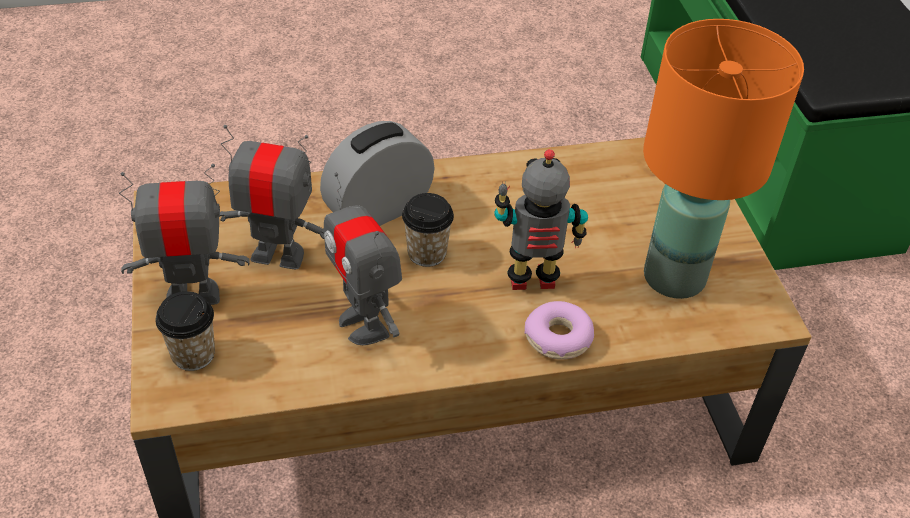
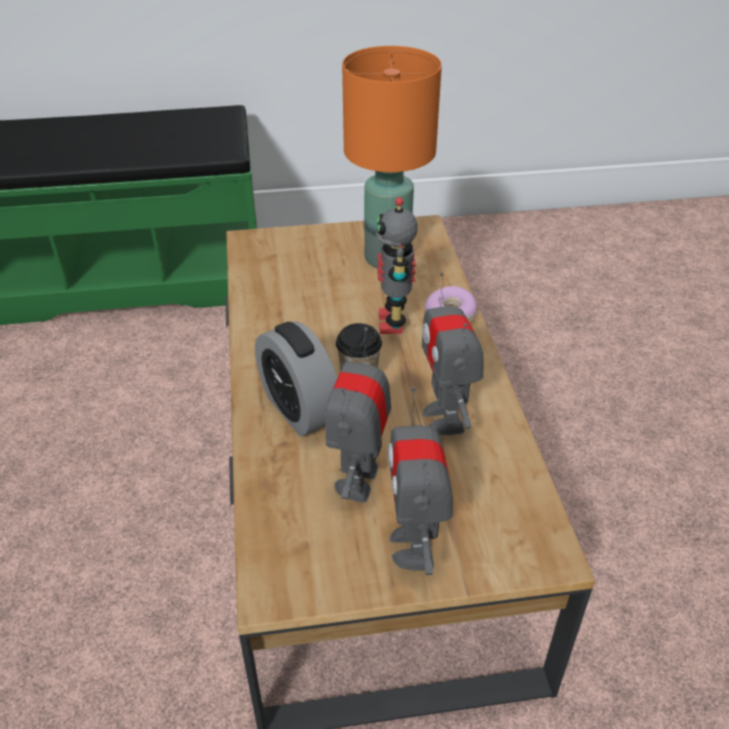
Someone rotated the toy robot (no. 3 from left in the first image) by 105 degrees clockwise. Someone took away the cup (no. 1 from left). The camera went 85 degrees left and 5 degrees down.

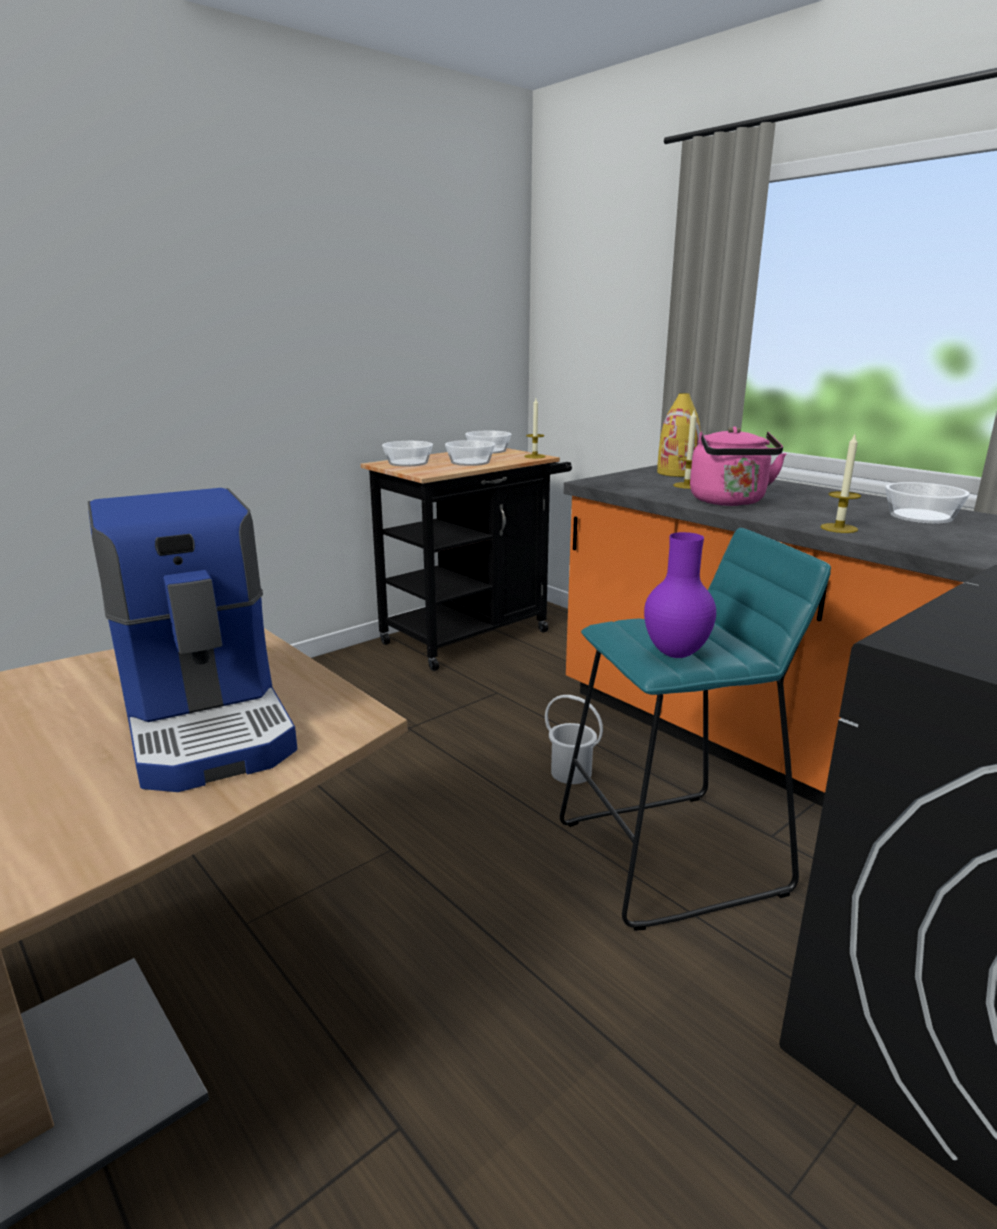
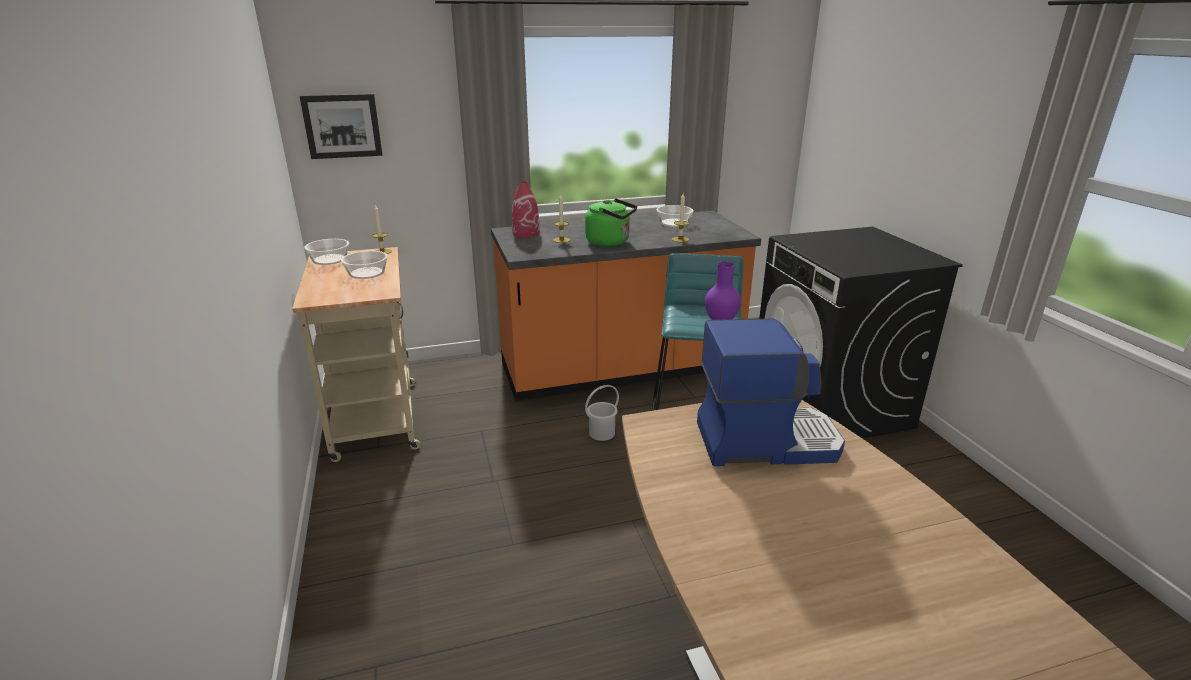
Someone repainted the cart in black, which became the cart in beige. Someone put up the picture. Someone repainted the vase in yellow, which became the vase in red. Someone repainted the kettle in pink, which became the kettle in green. Someone took away the bowl (no. 1 from left). The camera went 65 degrees left and 5 degrees up.

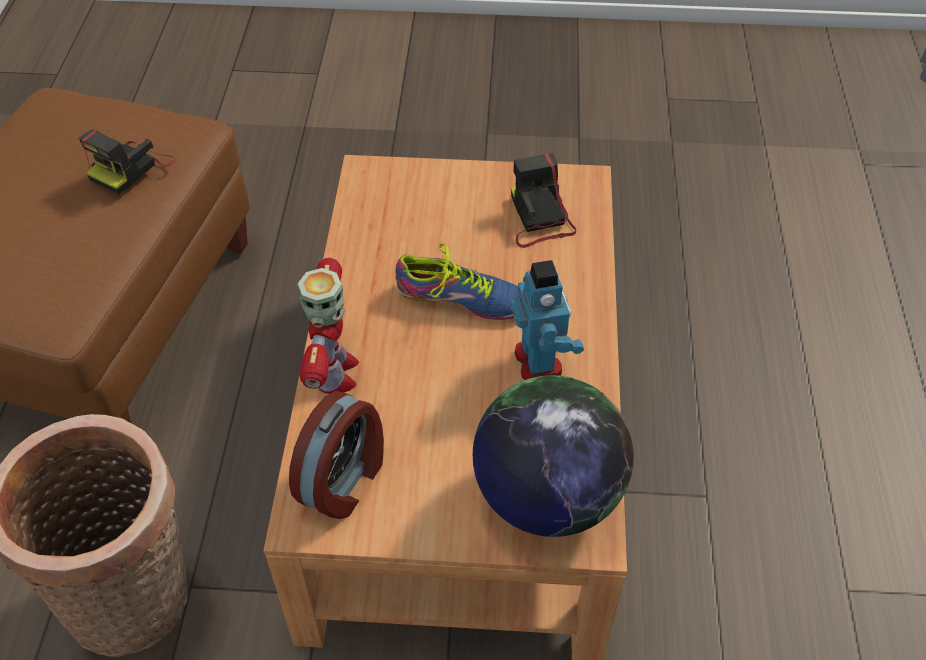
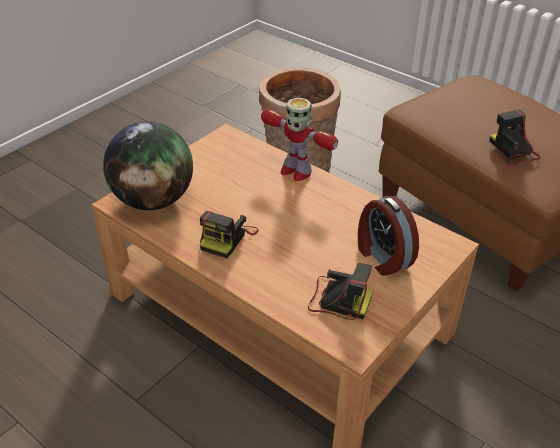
Someone swapped the toy robot (no. 2 from left) for the photo camera (no. 1 from left). Someone carried the alarm clock. Someone took away the shoe. The camera went 125 degrees right and 10 degrees down.

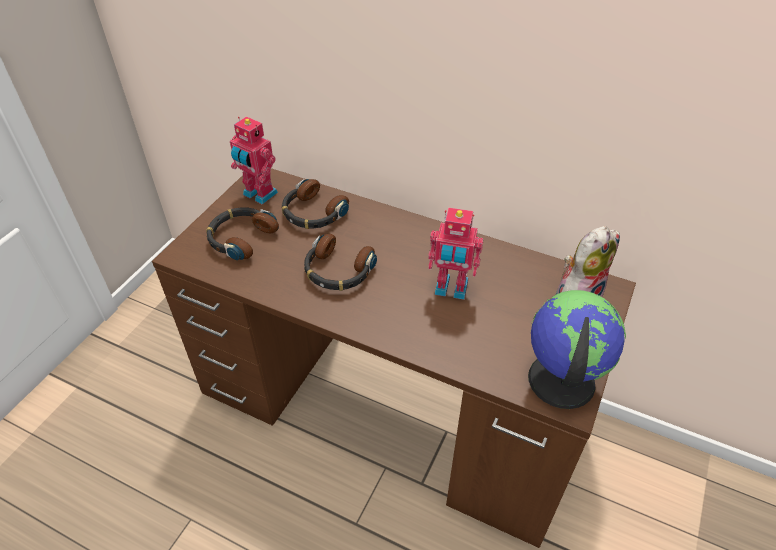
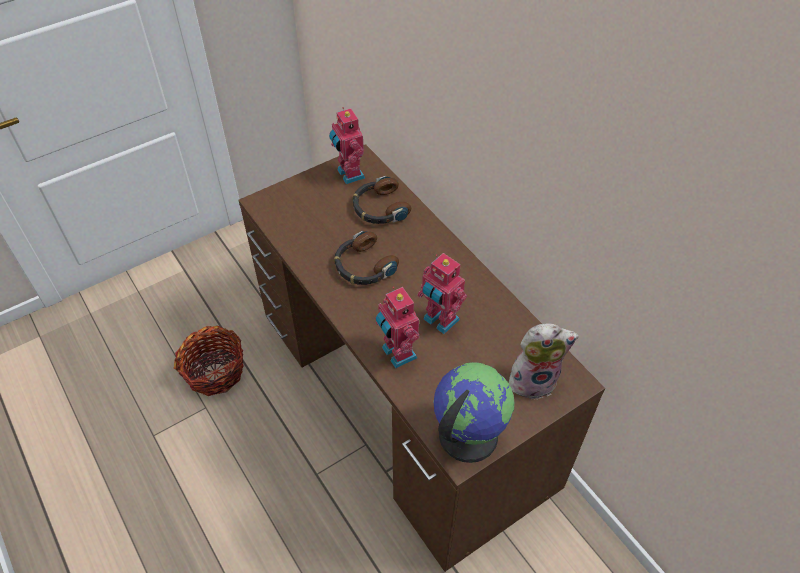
Someone put down the basket. Someone put down the toy robot (no. 2 from left). Someone took away the headphones (no. 1 from left). The camera went 30 degrees right and 5 degrees up.

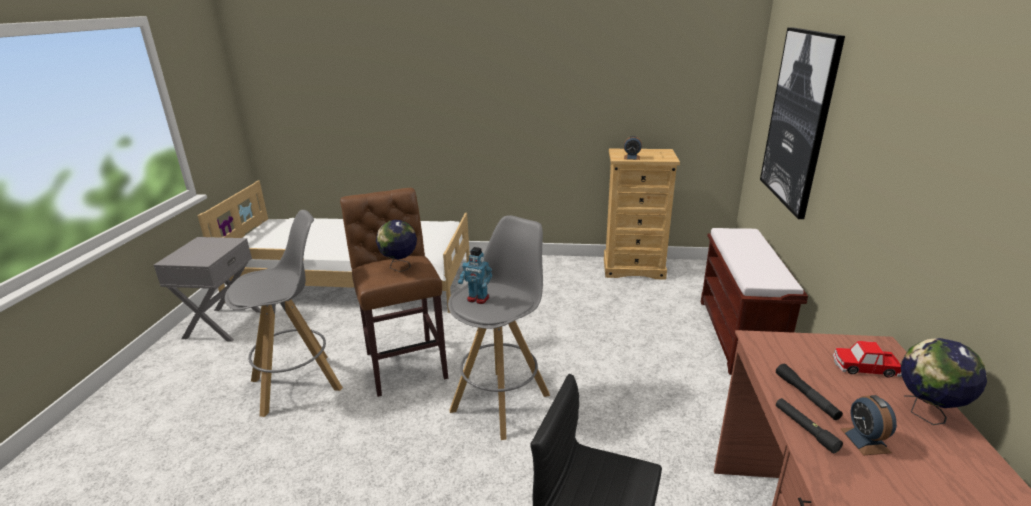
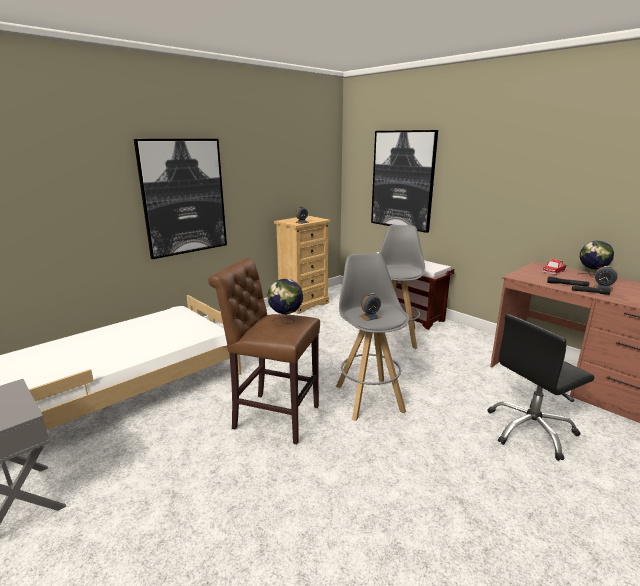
Someone put up the picture (no. 1 from left). Someone swapped the toy robot for the alarm clock (no. 2 from left). Someone carried the stool in grey (no. 1 from left in the first image). The camera went 50 degrees left and 5 degrees down.

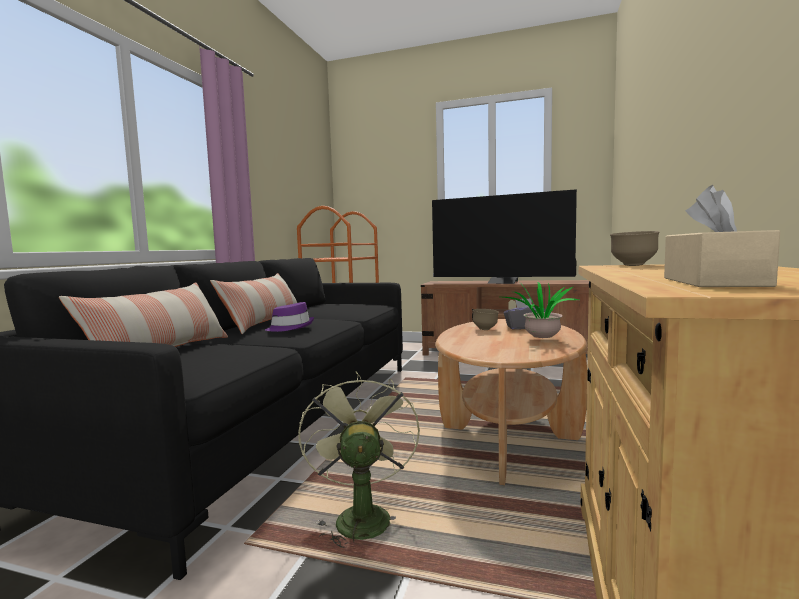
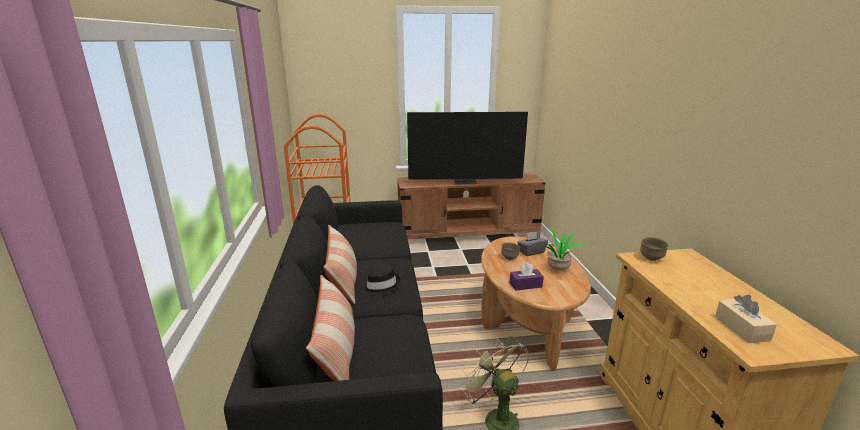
Someone repainted the hat in purple, which became the hat in black. Someone put down the tissue box in purple. The camera went 25 degrees left and 15 degrees up.

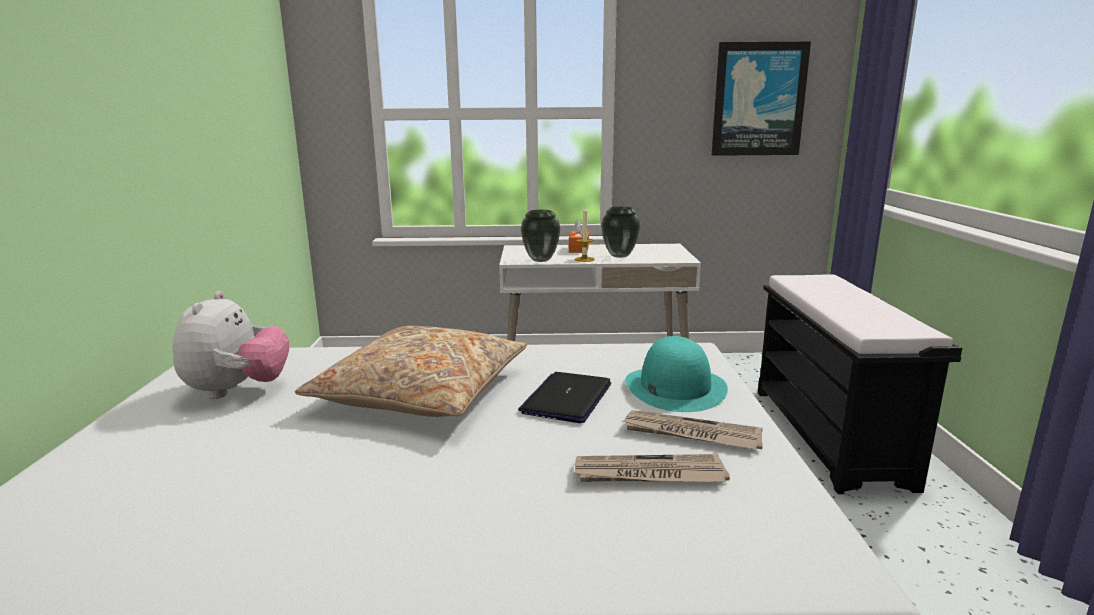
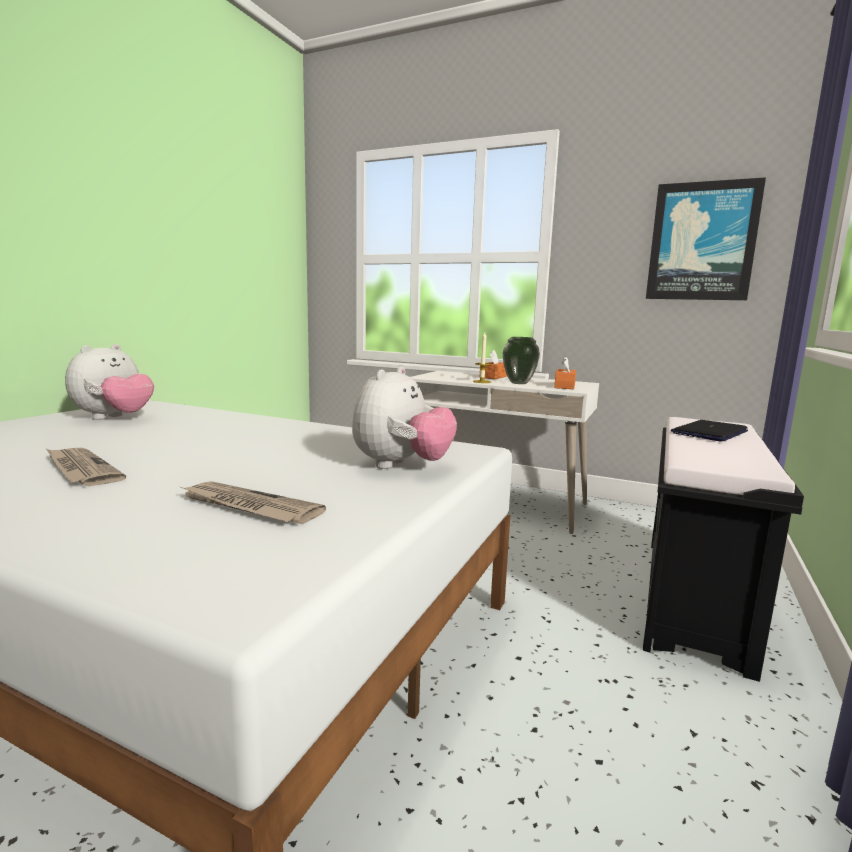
Someone carried the newspaper (no. 2 from left in the first image). Someone swapped the hat in turquoise for the plush toy (no. 2 from left). Someone put down the tissue box in orange (no. 2 from left). Someone carried the laptop. Someone took away the pillow in beige. Someone took away the vase (no. 1 from left). The camera went 25 degrees right and 5 degrees down.

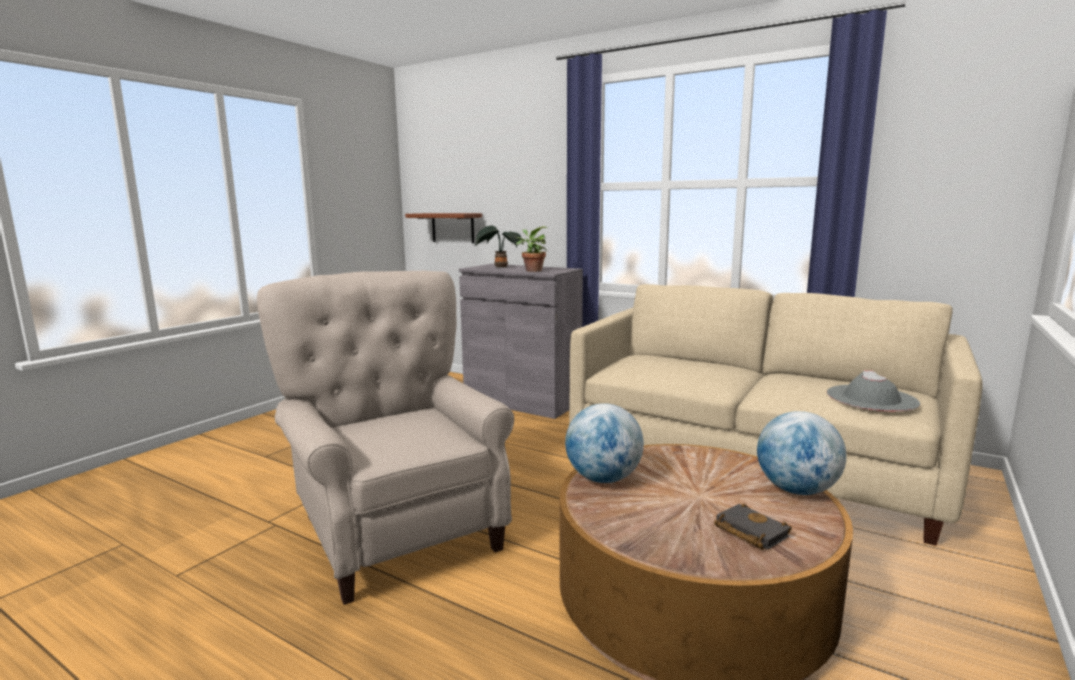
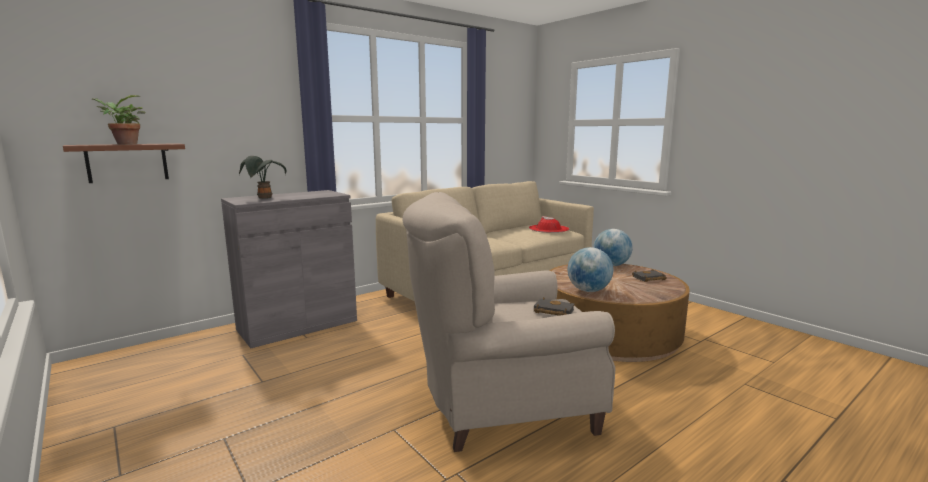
Someone carried the potted plant (no. 2 from left in the first image). Someone repainted the hat in grey, which became the hat in red. Someone put down the book in black (no. 1 from left). The camera went 70 degrees left and 0 degrees up.

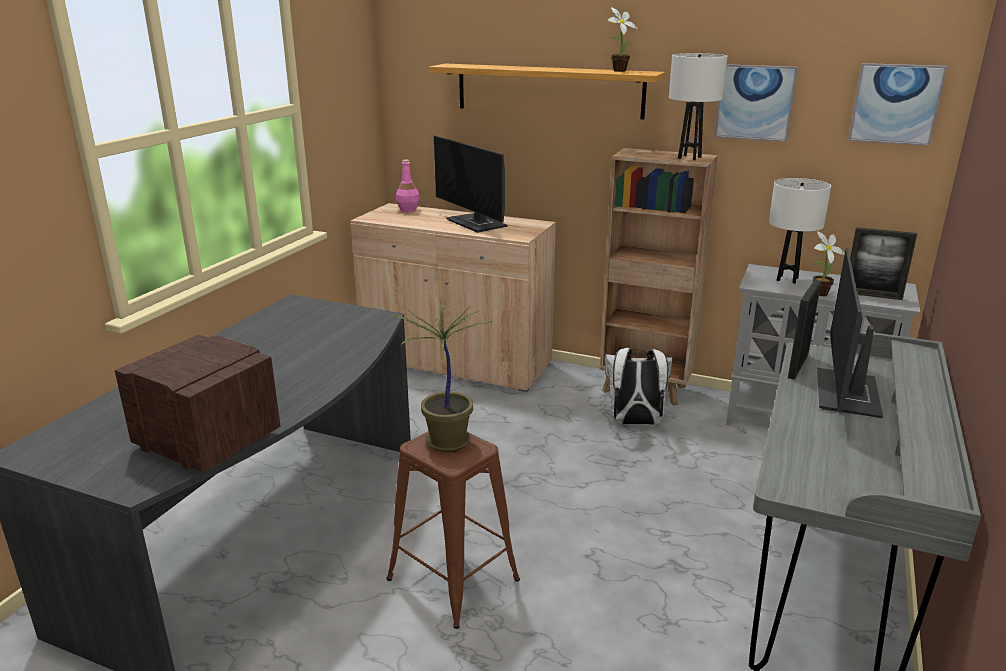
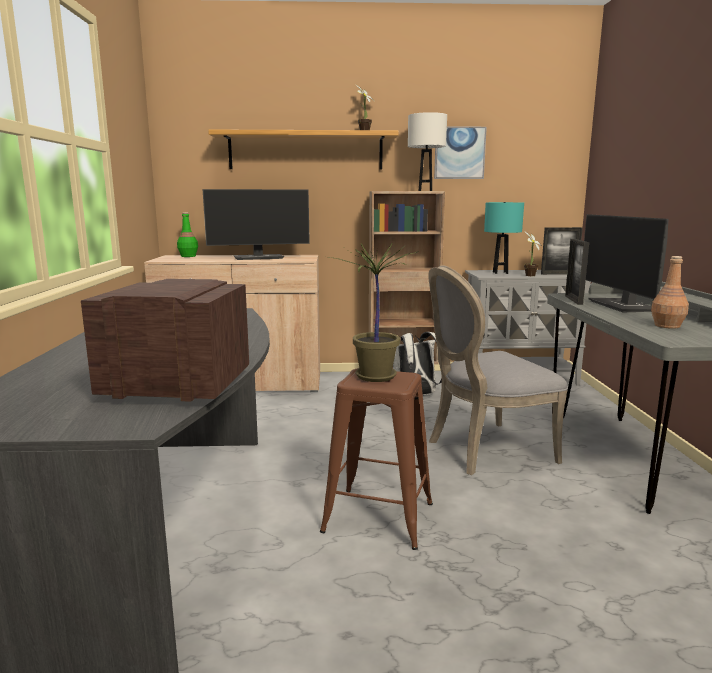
Someone repainted the bottle in pink, which became the bottle in green. Someone rotated the monitor (no. 1 from left) by 45 degrees counterclockwise. Someone put down the chair in grey. Someone repainted the table lamp in white (no. 2 from left), which became the table lamp in turquoise. Someone put down the bottle in brown. Someone took away the picture (no. 2 from left). The camera went 25 degrees left and 10 degrees down.

